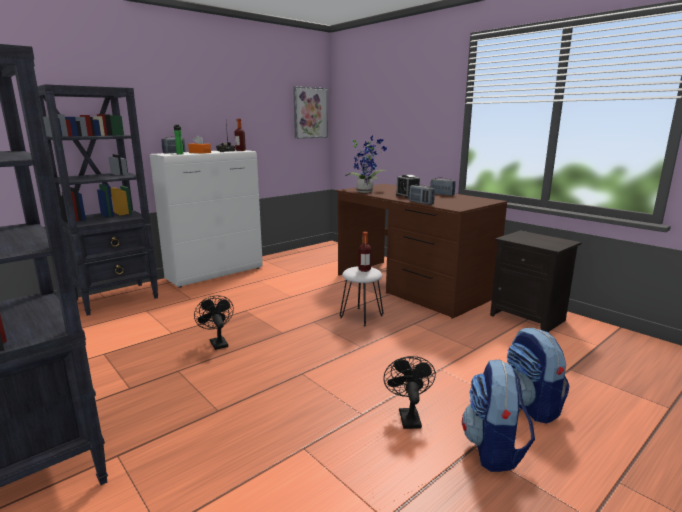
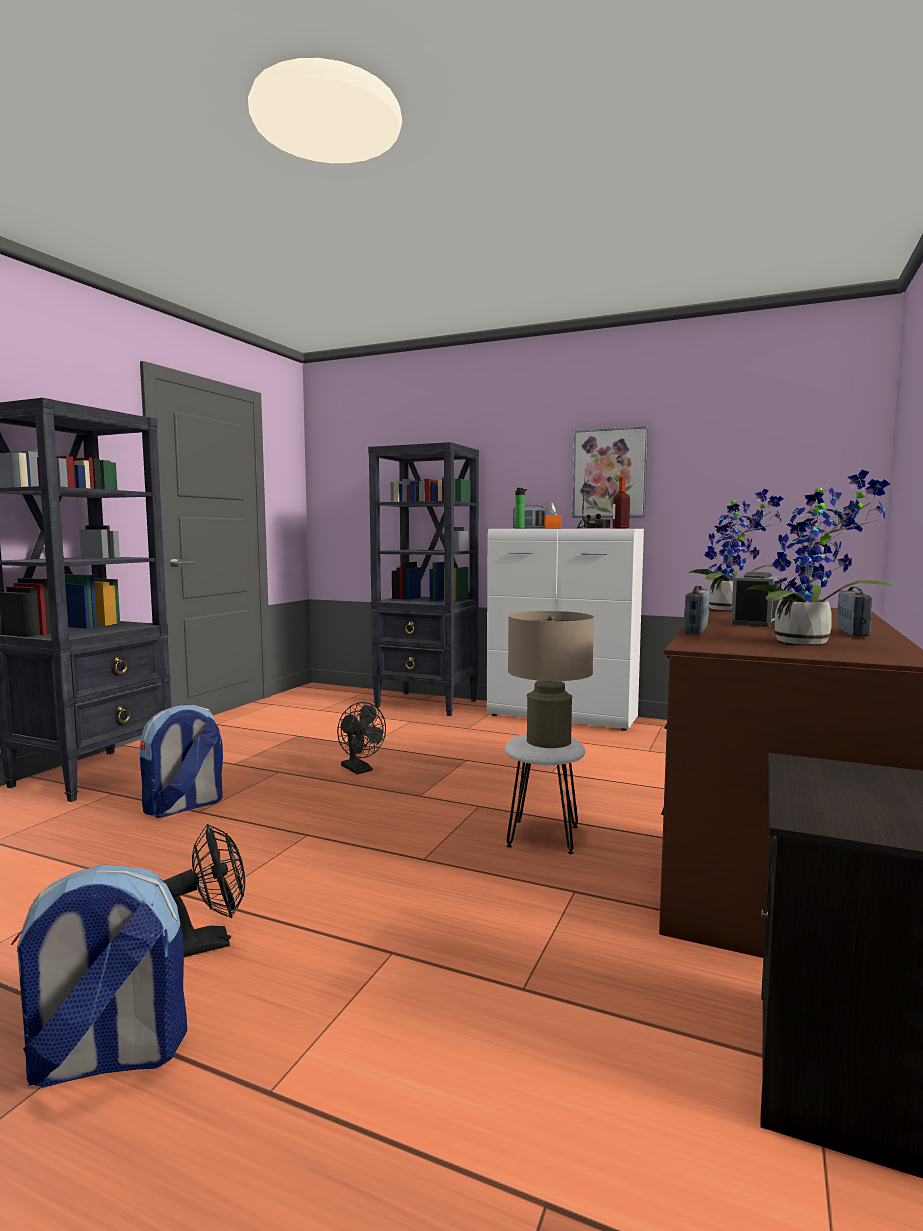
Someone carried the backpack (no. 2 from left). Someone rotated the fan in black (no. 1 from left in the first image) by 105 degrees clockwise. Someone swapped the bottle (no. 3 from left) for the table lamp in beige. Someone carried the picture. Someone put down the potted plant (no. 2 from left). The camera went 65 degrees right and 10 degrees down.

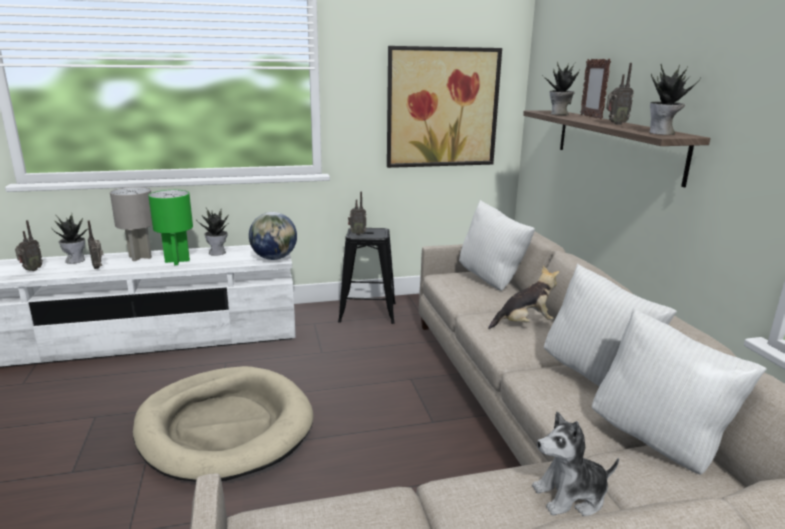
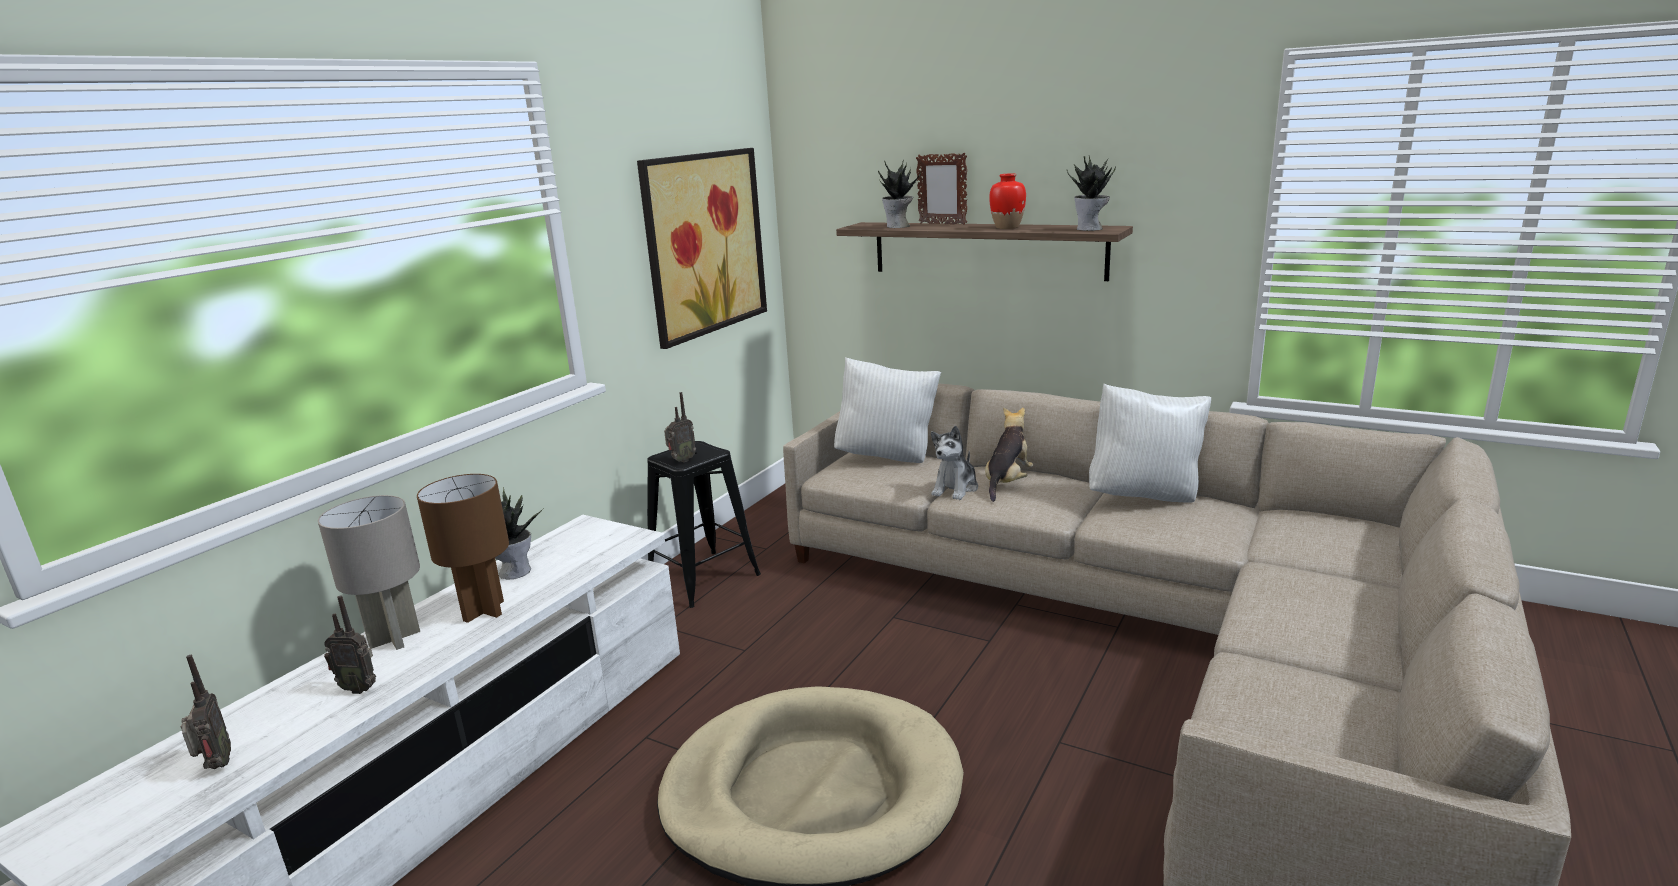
Someone repainted the table lamp in green, which became the table lamp in brown. Someone carried the plush toy (no. 2 from left in the first image). Someone swapped the radio (no. 4 from left) for the vase in red. Someone took away the potted plant (no. 1 from left). Someone took away the globe. Someone took away the pillow in white (no. 3 from left). The camera went 45 degrees left and 0 degrees up.

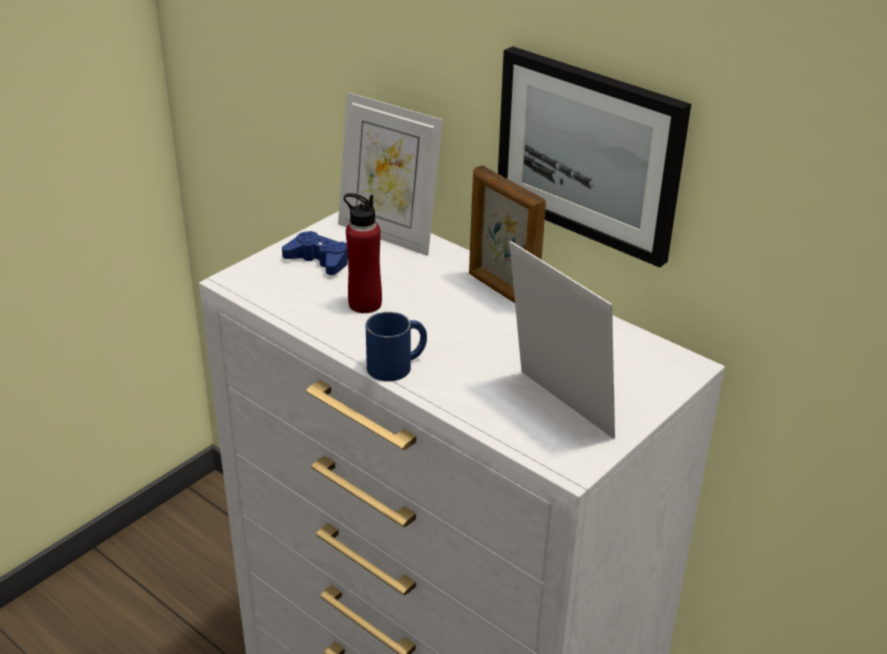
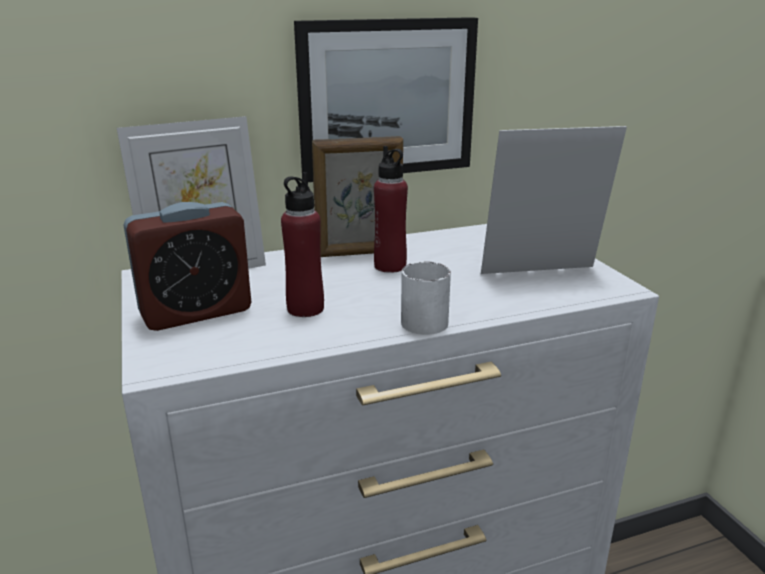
Someone swapped the game controller in blue for the alarm clock. Someone put down the bottle in red (no. 2 from left). Someone repainted the mug in blue, which became the mug in white. The camera went 60 degrees left and 10 degrees down.

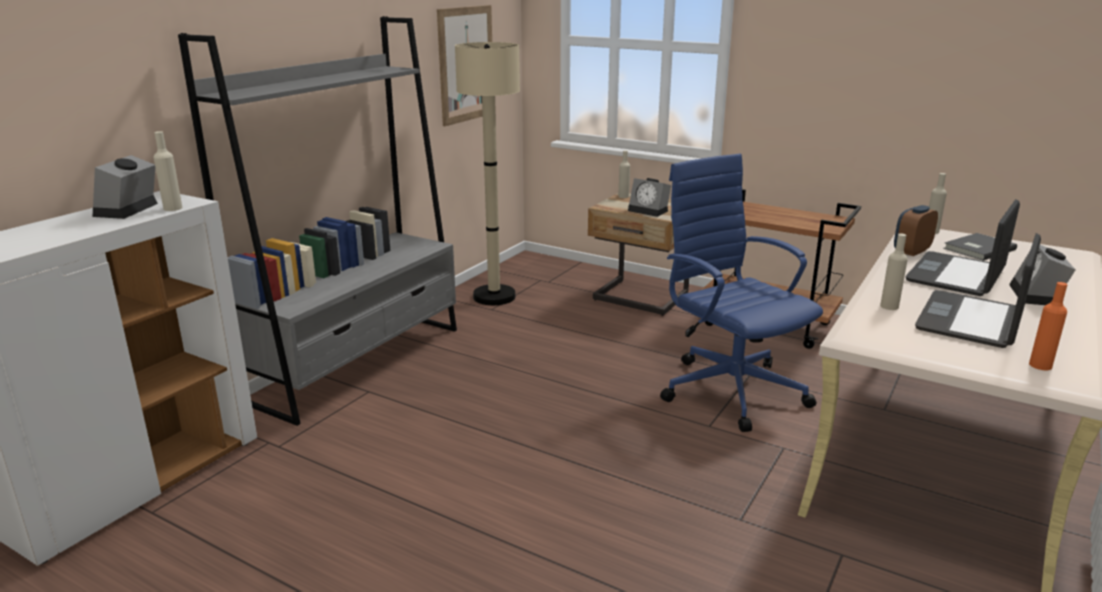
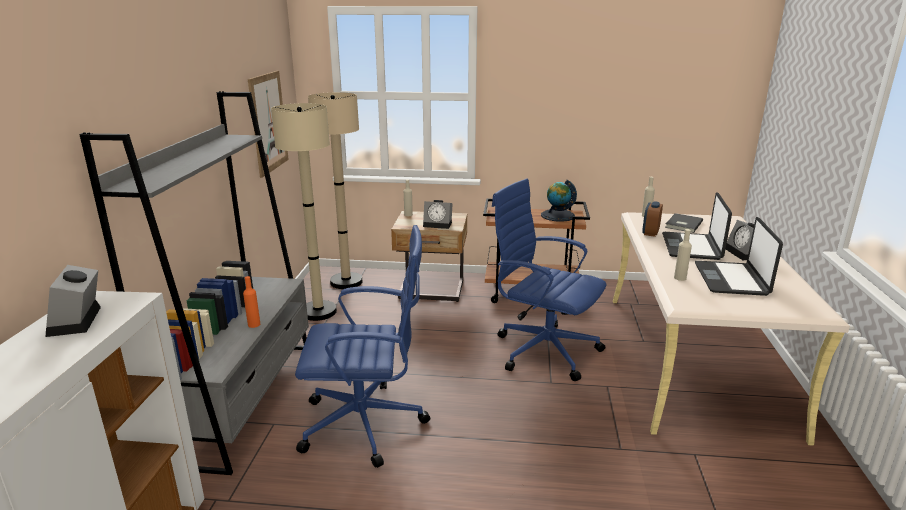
Someone carried the bottle in orange. Someone put down the office chair in blue (no. 1 from left). Someone put down the floor lamp in beige (no. 2 from left). Someone put down the globe. Someone took away the bottle in beige (no. 1 from left). The camera went 25 degrees left and 0 degrees up.

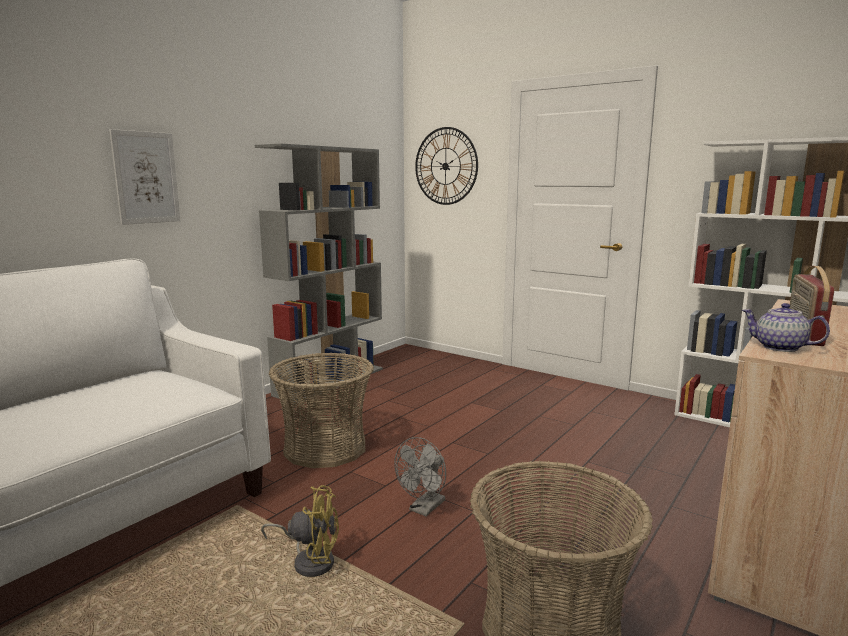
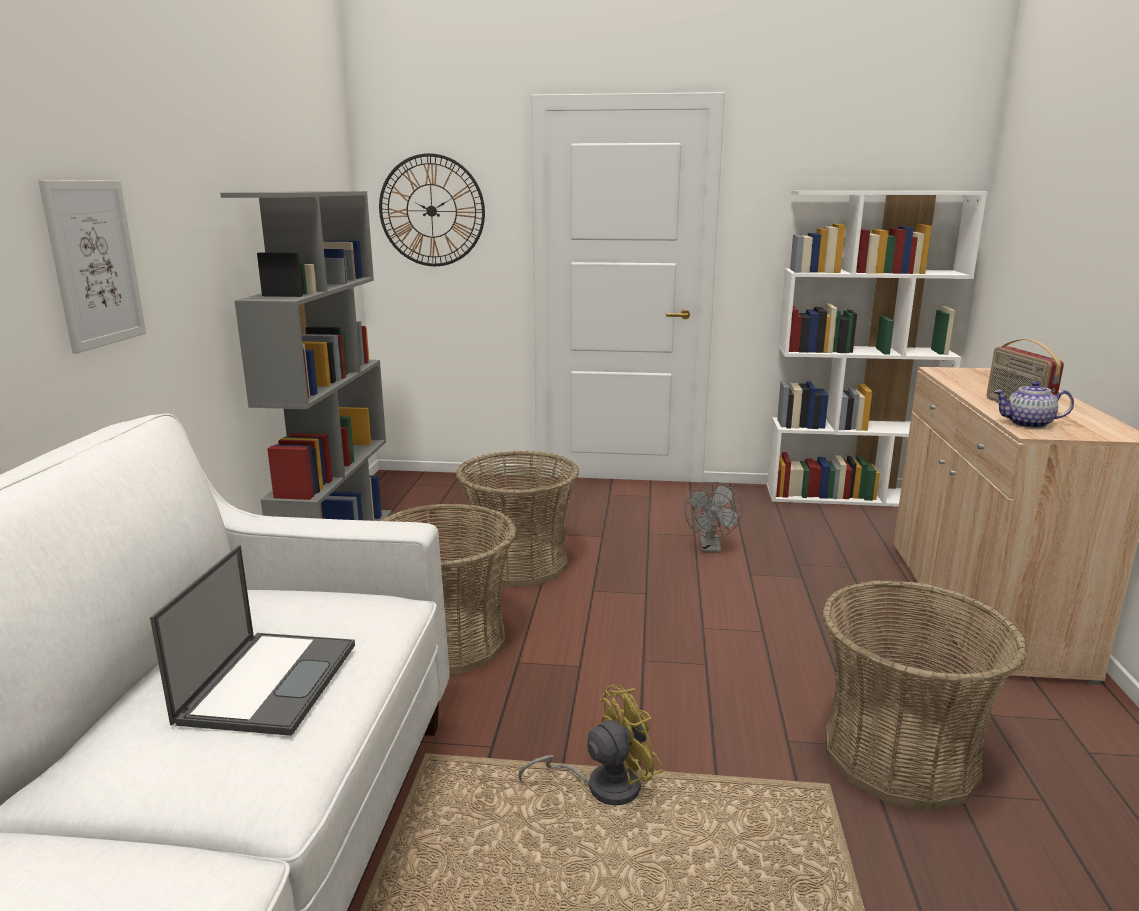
Someone put down the laptop. Someone put down the basket (no. 2 from left). Someone carried the fan in grey. The camera went 30 degrees left and 5 degrees up.

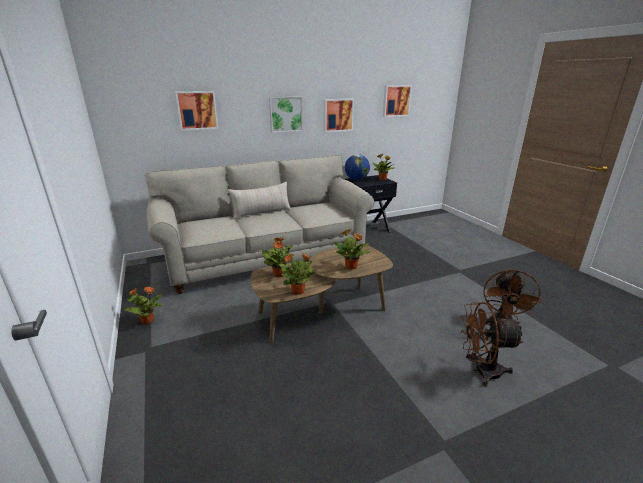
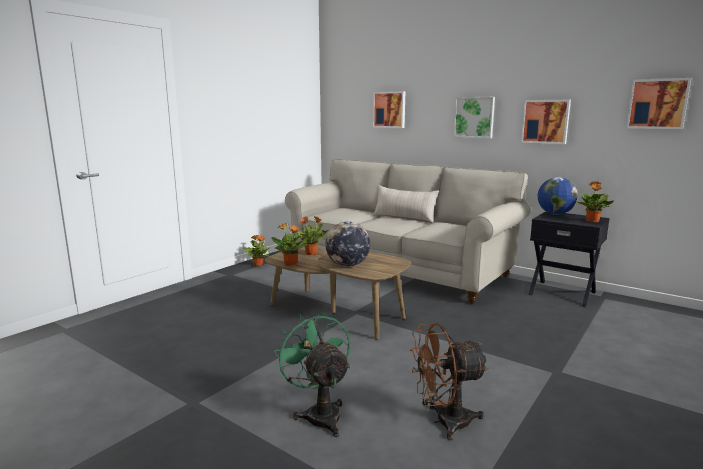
Someone repainted the fan in brown (no. 1 from left), which became the fan in green. Someone swapped the potted plant (no. 4 from left) for the globe (no. 1 from left). The camera went 60 degrees right and 10 degrees down.

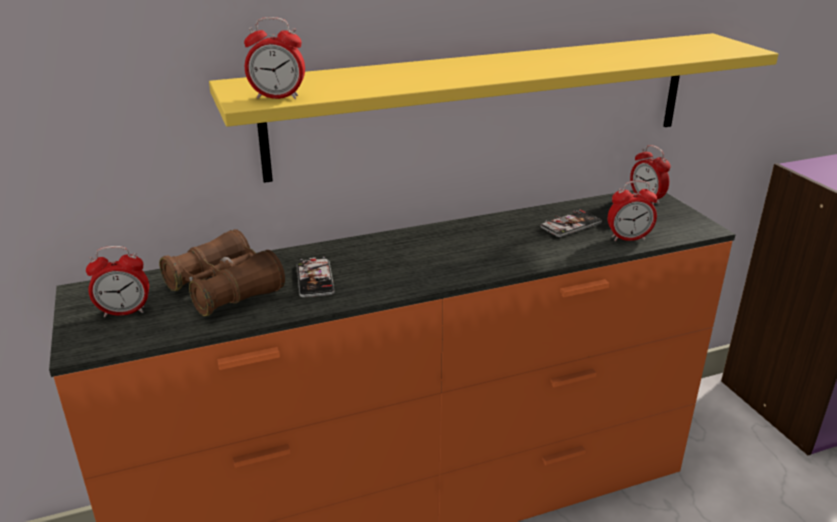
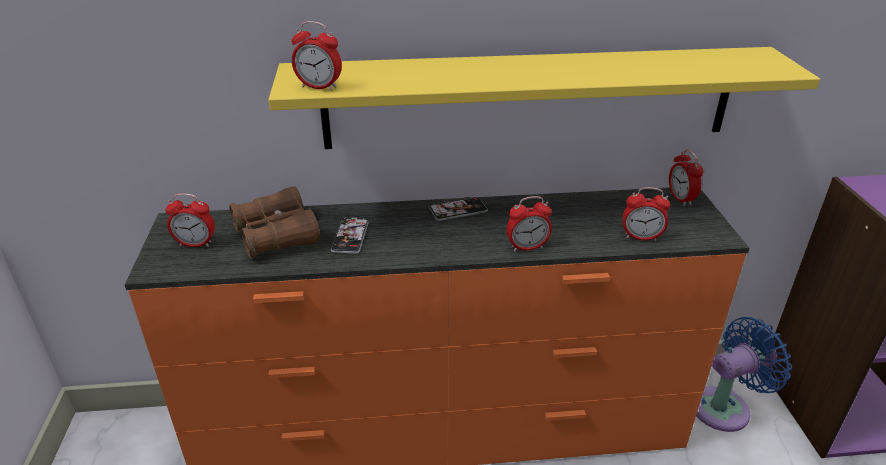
Someone carried the phone (no. 2 from left). Someone put down the alarm clock (no. 3 from left). Someone put down the fan in blue. The camera went 15 degrees right and 5 degrees up.

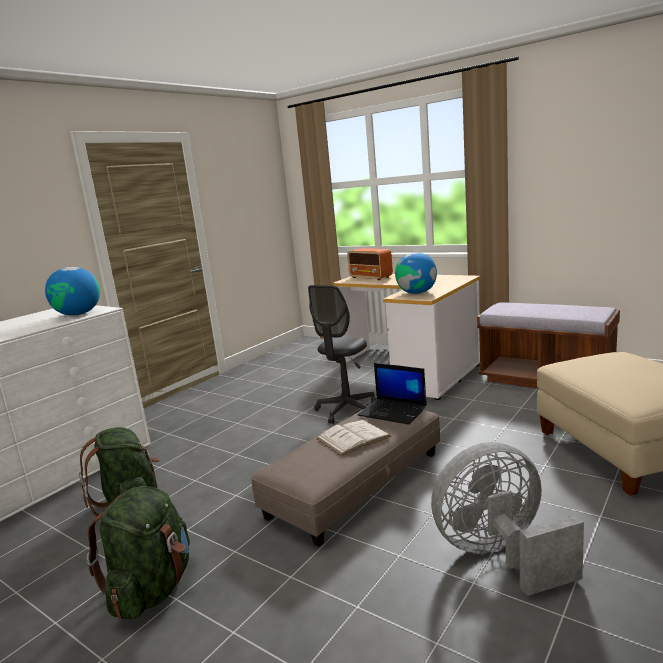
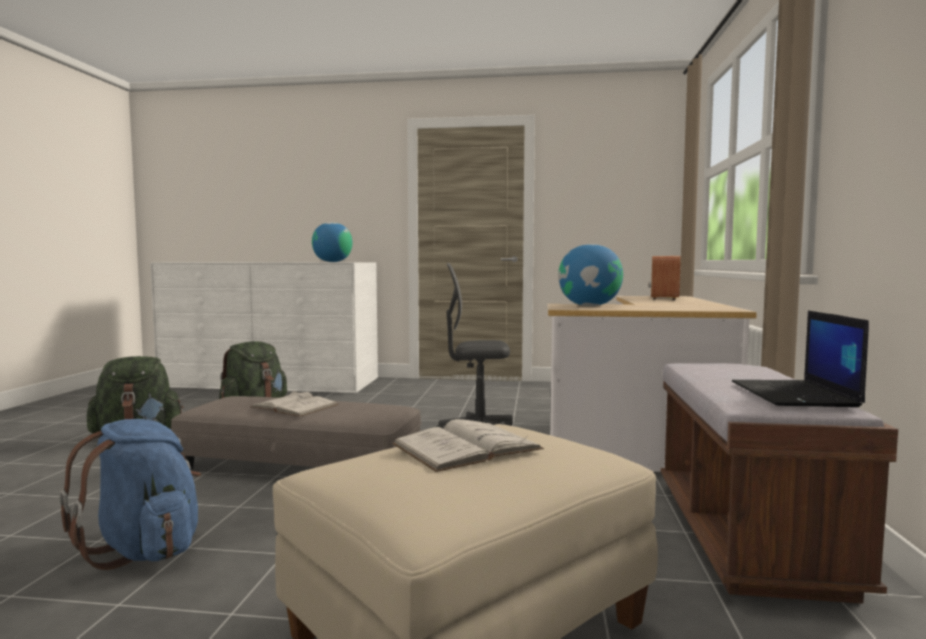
Someone swapped the fan in grey for the backpack in blue. Someone put down the book in white (no. 2 from left). Someone carried the laptop. The camera went 60 degrees right and 10 degrees down.

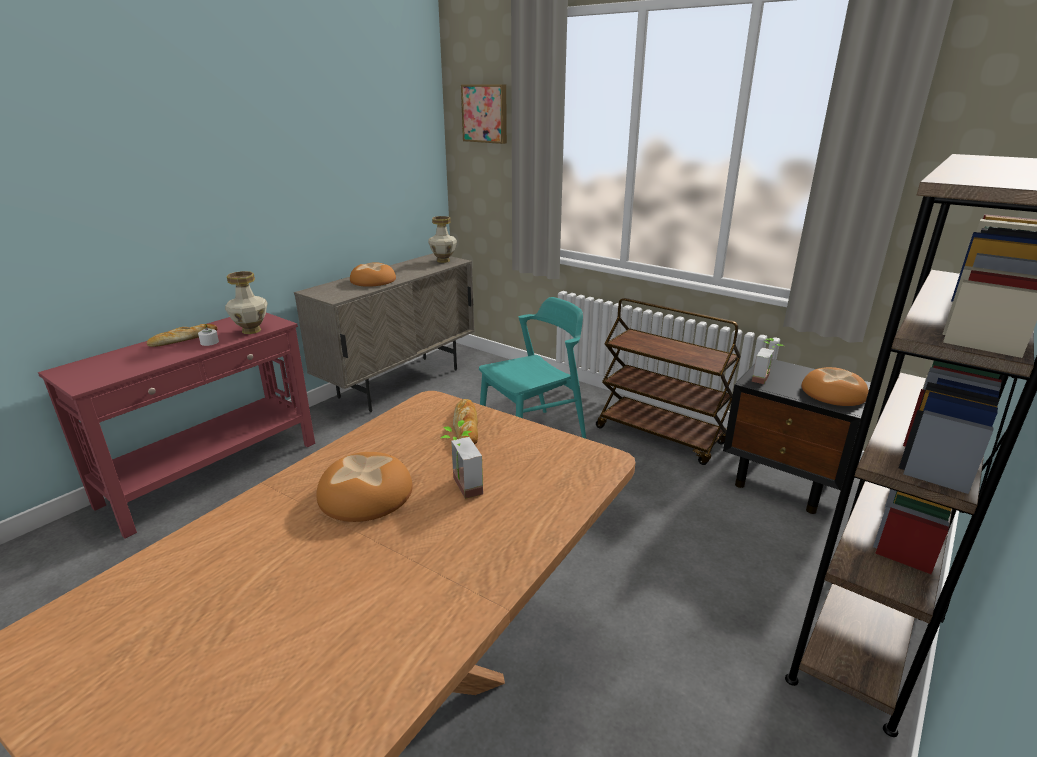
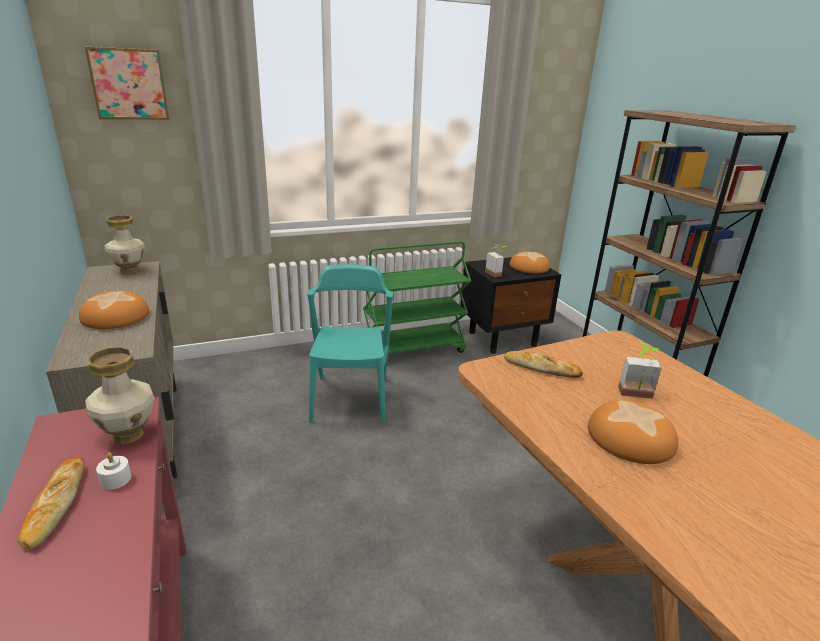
Someone repainted the cart in brown, which became the cart in green. The camera went 60 degrees left and 0 degrees up.

